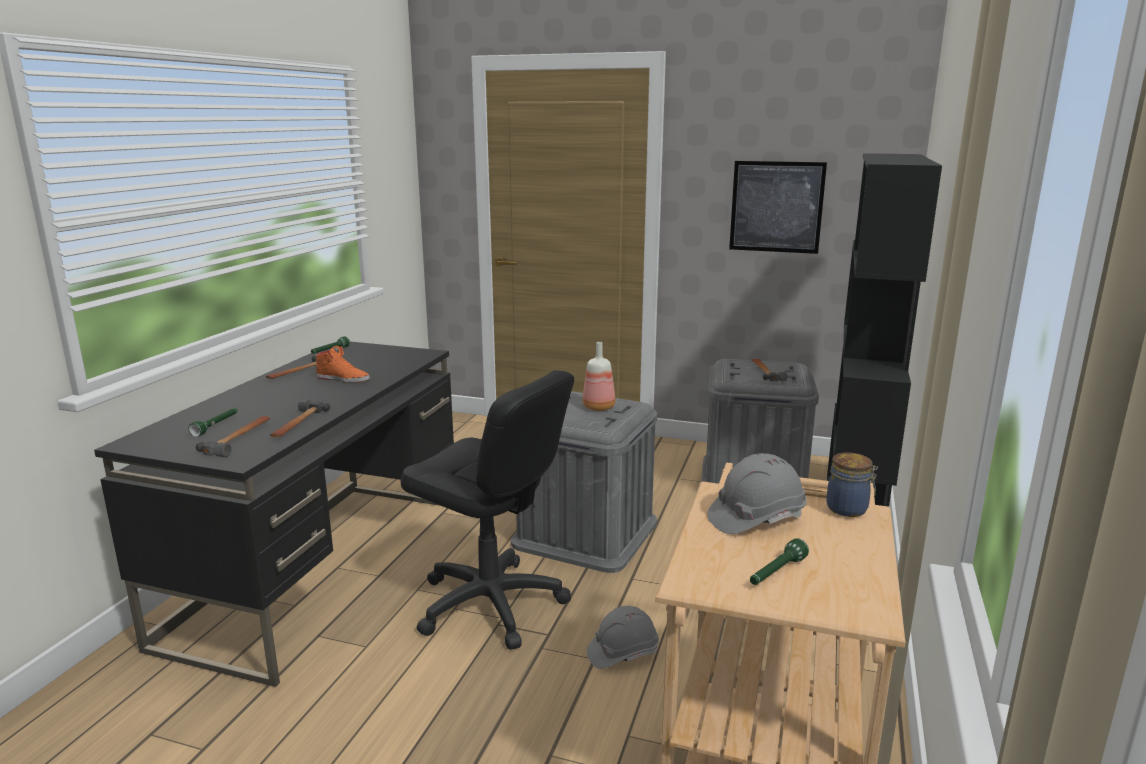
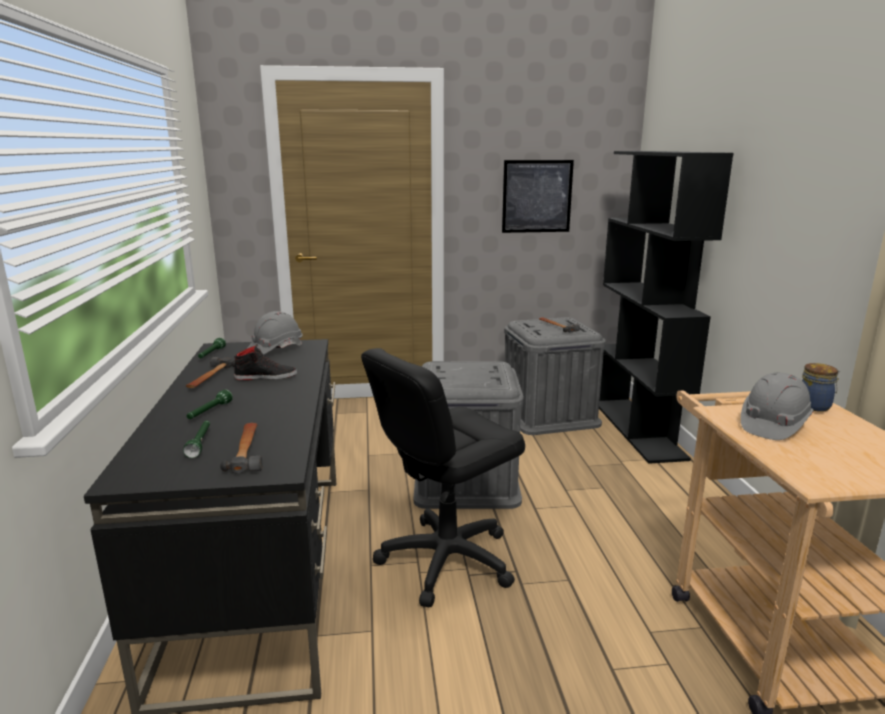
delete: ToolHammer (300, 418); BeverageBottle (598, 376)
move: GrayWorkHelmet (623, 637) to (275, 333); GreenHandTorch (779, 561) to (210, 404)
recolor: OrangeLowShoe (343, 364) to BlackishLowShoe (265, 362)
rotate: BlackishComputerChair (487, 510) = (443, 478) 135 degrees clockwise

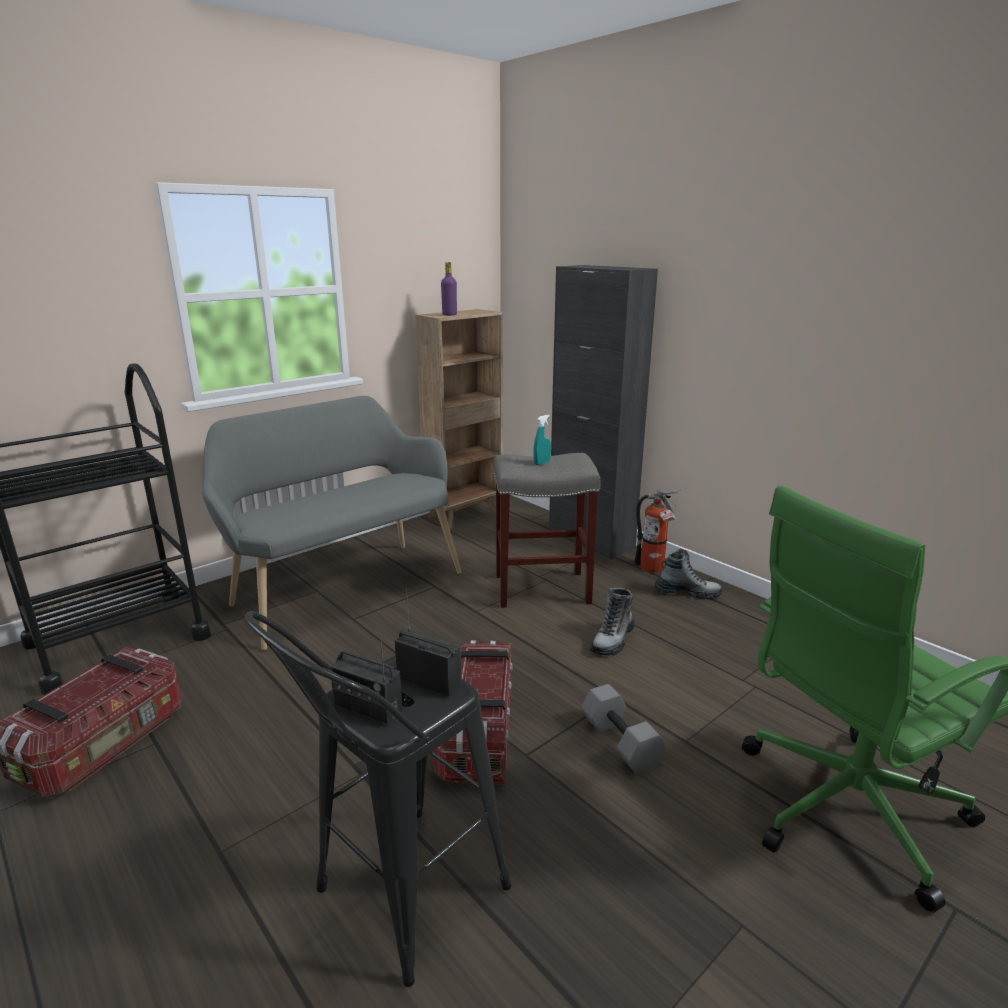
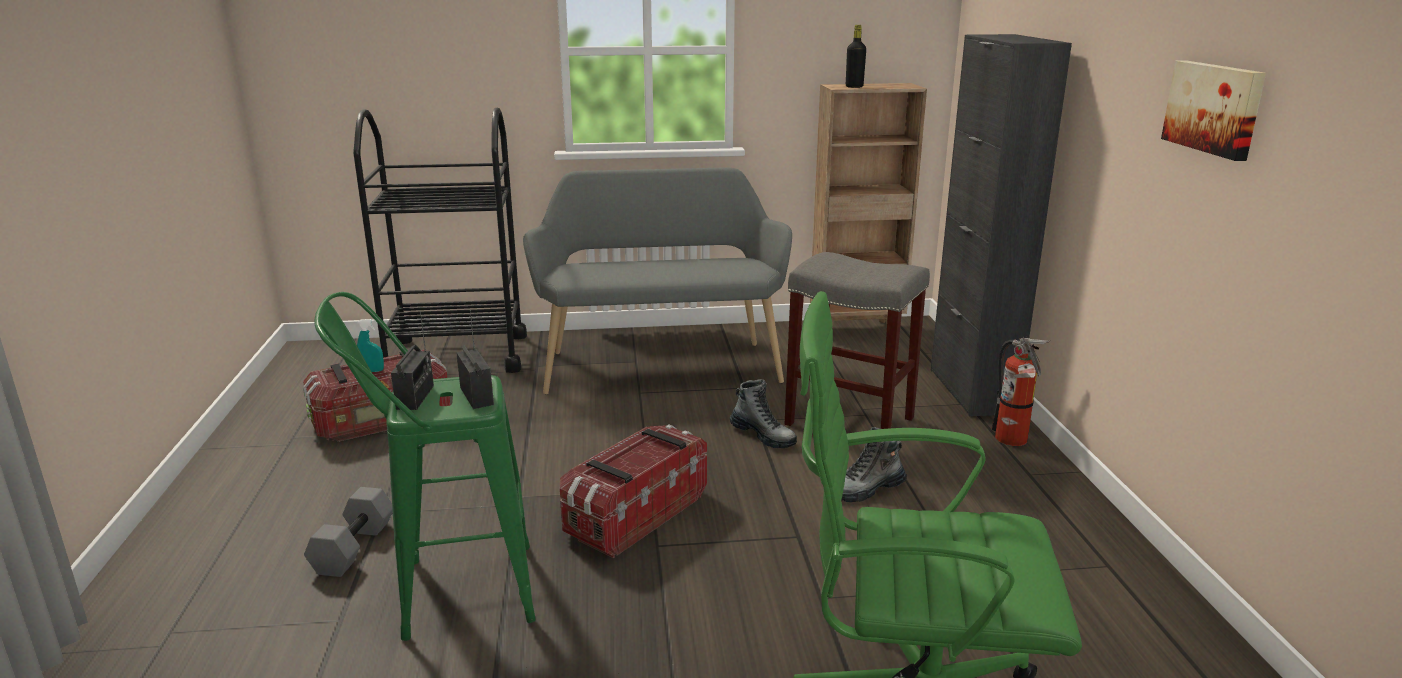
insert: WallArt (1213, 110)
move: TurquoiseSprayer (542, 440) to (370, 345); GrayDumbbell (623, 729) to (348, 532); Boot (688, 574) to (763, 413)
recolor: BlackishStoolSeat (378, 799) to GreenStoolSeat (425, 466); PurpleColouredBeverageBottle (449, 289) to BlackishBeverageBottle (856, 56)
rotate: Radio (366, 679) = (412, 360) 150 degrees counterclockwise

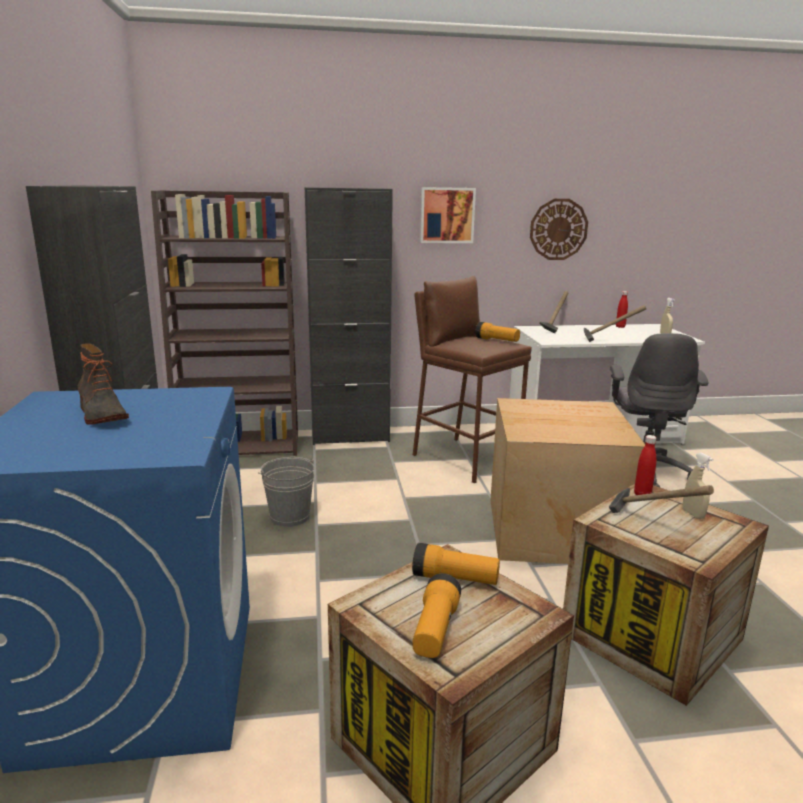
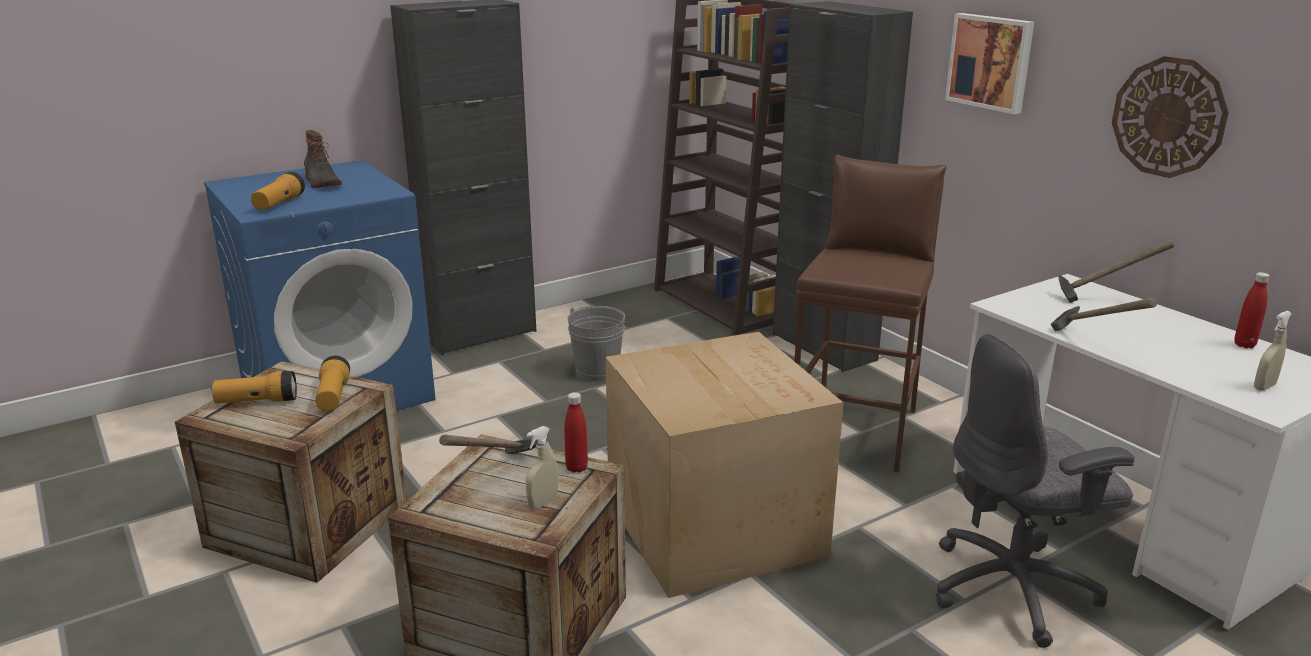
move: HandTorch (497, 332) to (278, 191)
rotate: Boot (103, 384) = (323, 159) 60 degrees counterclockwise

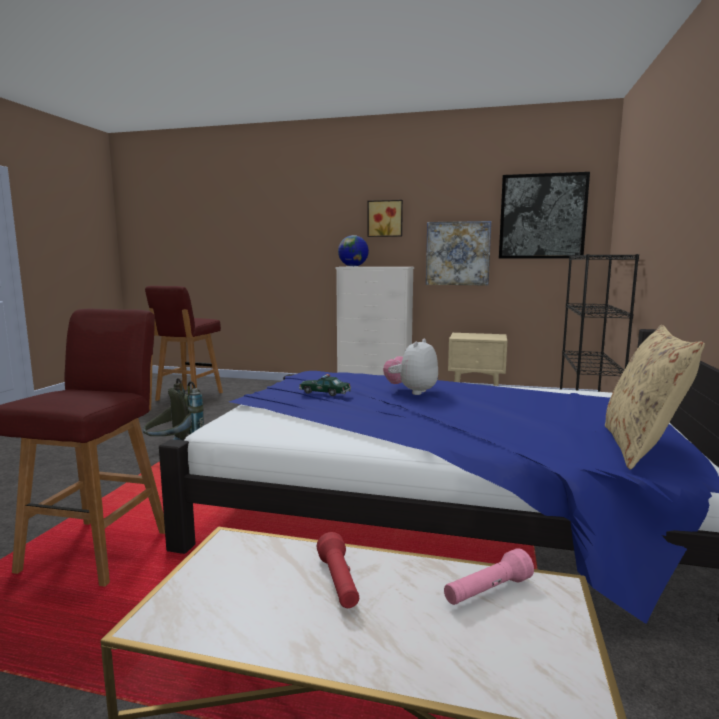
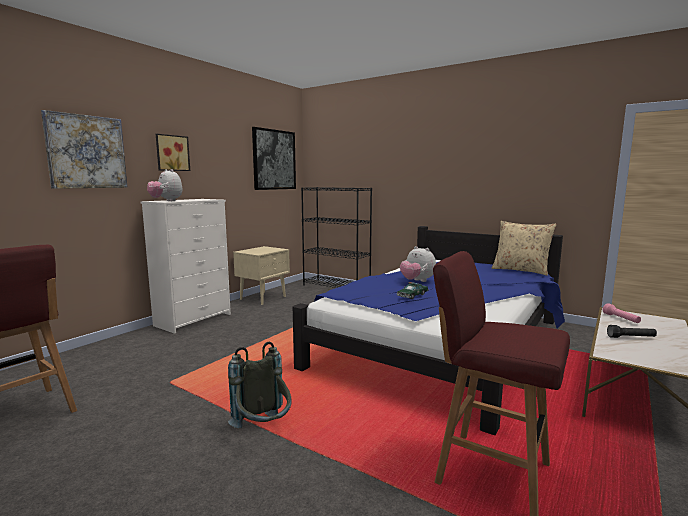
move: WallArt (458, 253) to (84, 149)
replace: WorldGlobe (353, 251) to CuddlyToy (165, 185)
recolor: RedHandTorch (338, 570) to BlackishHandTorch (632, 331)

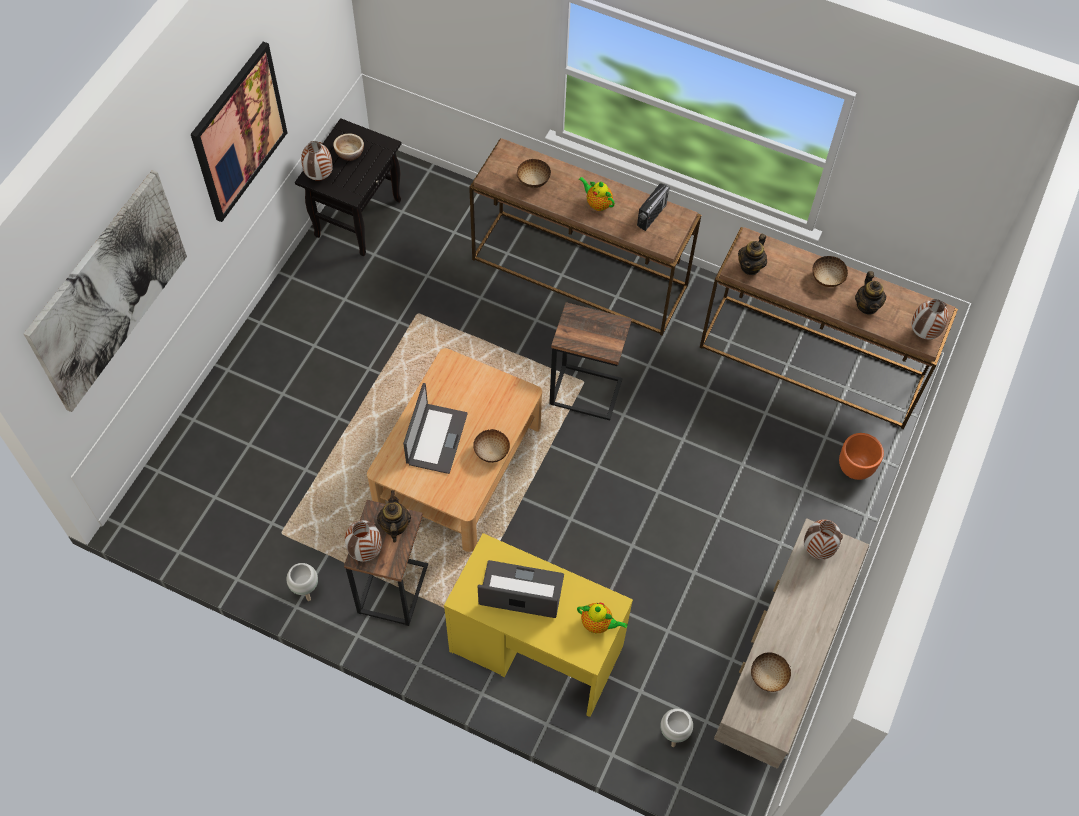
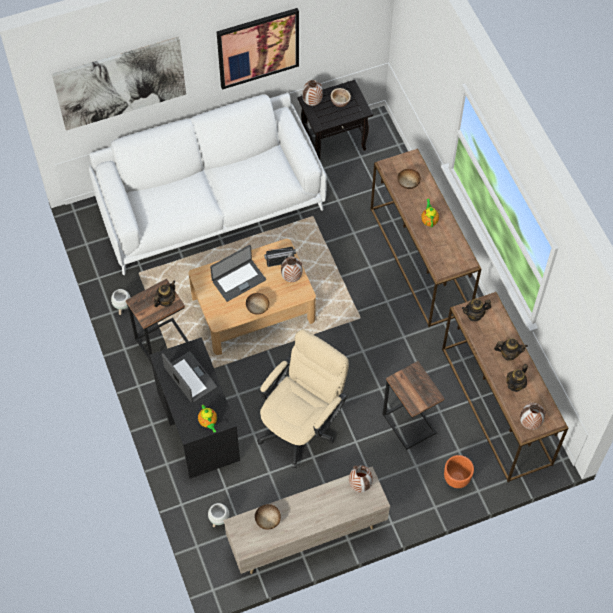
insert: WhitishSettee (208, 184); BeigeColouredComputerChair (303, 398)
move: DecorativeVase (363, 541) to (292, 269); SideTable (590, 361) to (414, 405); Radio (653, 207) to (280, 257)
replace: ServingBowl (830, 271) to PotForTea (511, 349)
recolor: YellowColouredDesk (538, 625) to BlackishDesk (195, 407)

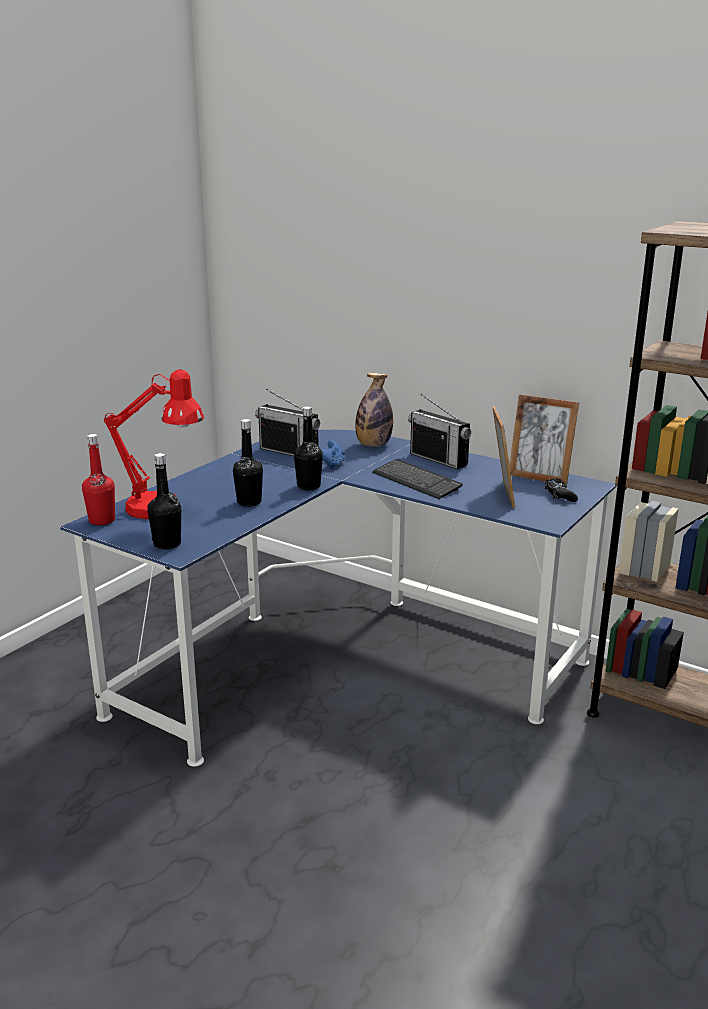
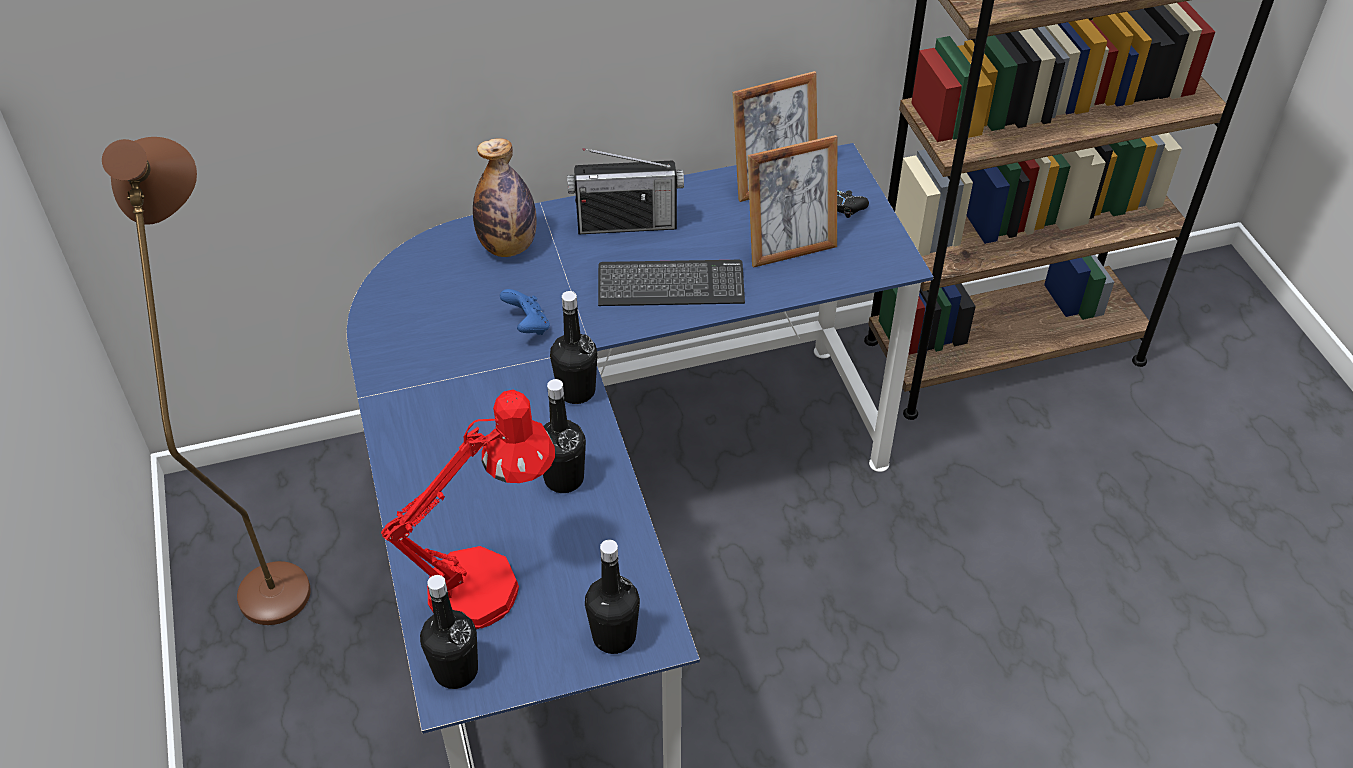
delete: Radio (287, 422)
insert: BrownFloorLamp (206, 381)
recolor: RedBeverageBottle (98, 479) to BlackishBeverageBottle (449, 632)
rotate: PictureFrame (503, 457) = (792, 201) 120 degrees clockwise

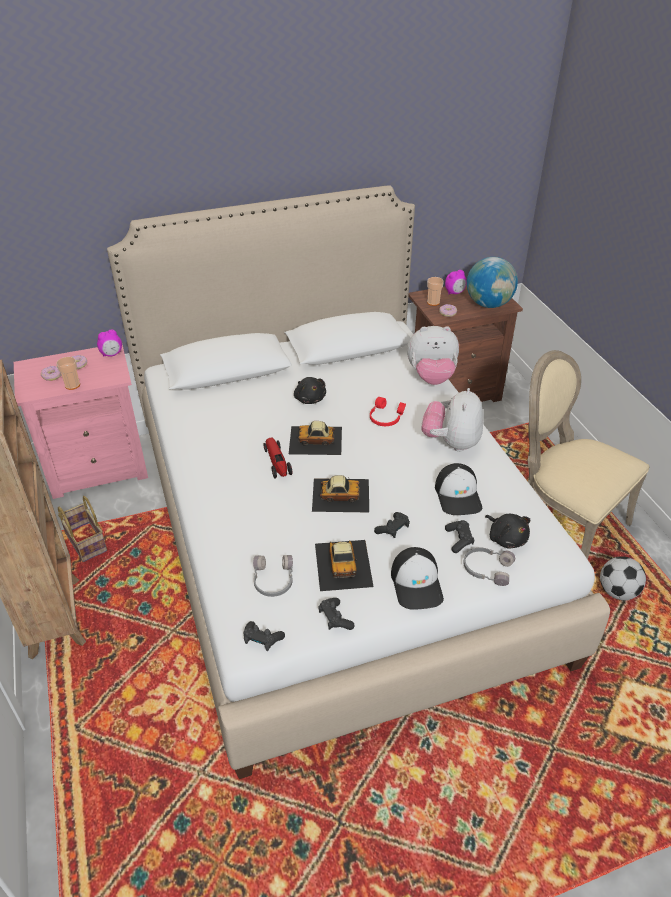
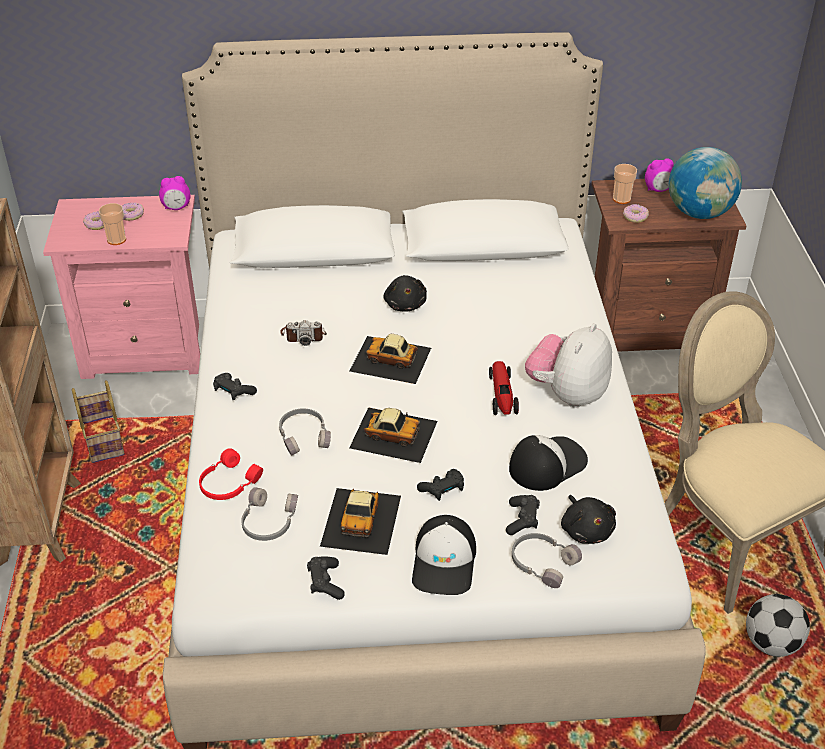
delete: CuddlyToy (433, 355)
insert: GrayHeadset (305, 432); StillCamera (303, 333)
move: BlackishGameController (264, 636) to (235, 387); MiniatureCar (278, 458) to (504, 388); RedHeadset (388, 411) to (231, 474)
rotate: Cap (458, 489) = (548, 463) 135 degrees counterclockwise

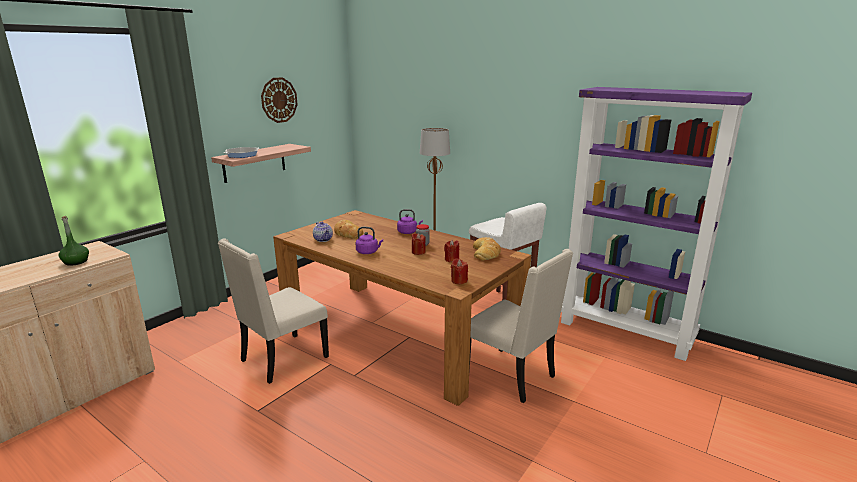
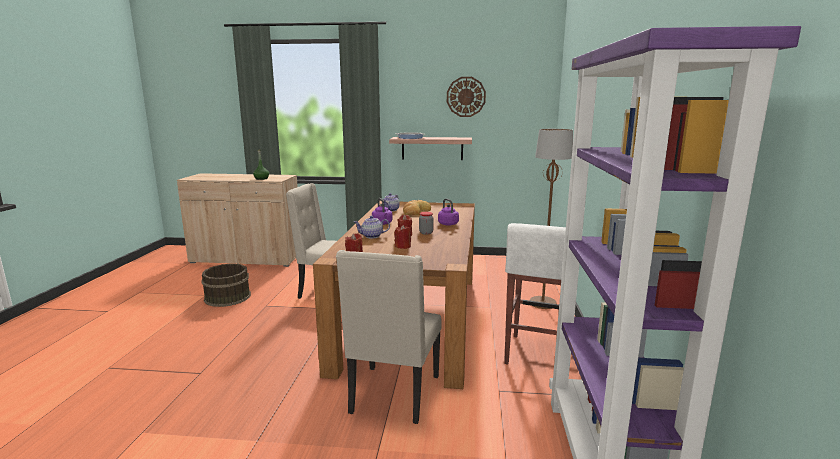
delete: BakedBread (487, 249)
insert: BrownPail (226, 285); PotForTea (372, 227)

